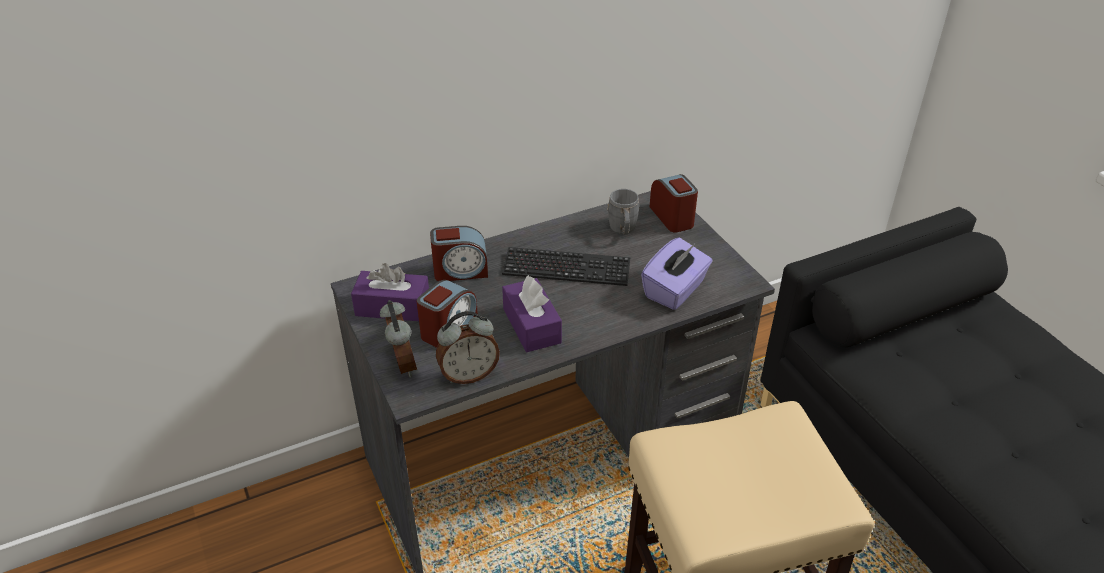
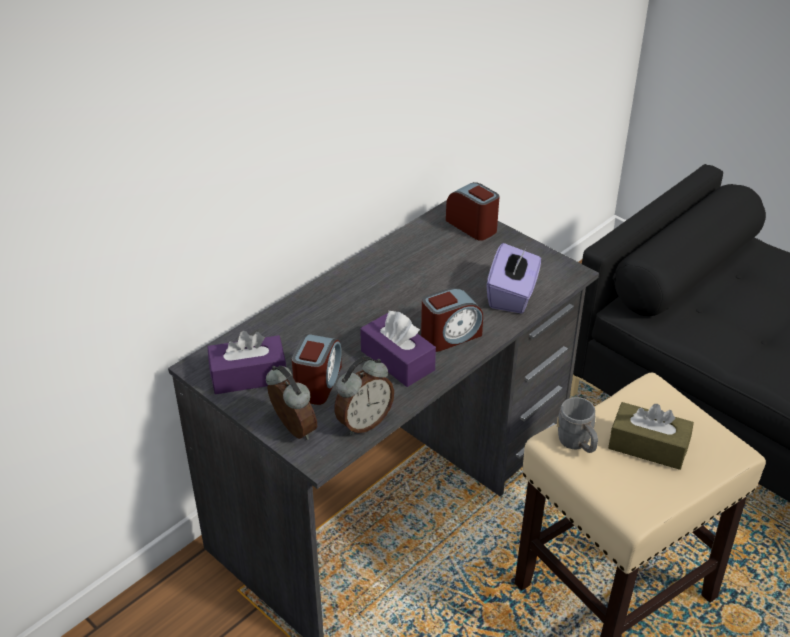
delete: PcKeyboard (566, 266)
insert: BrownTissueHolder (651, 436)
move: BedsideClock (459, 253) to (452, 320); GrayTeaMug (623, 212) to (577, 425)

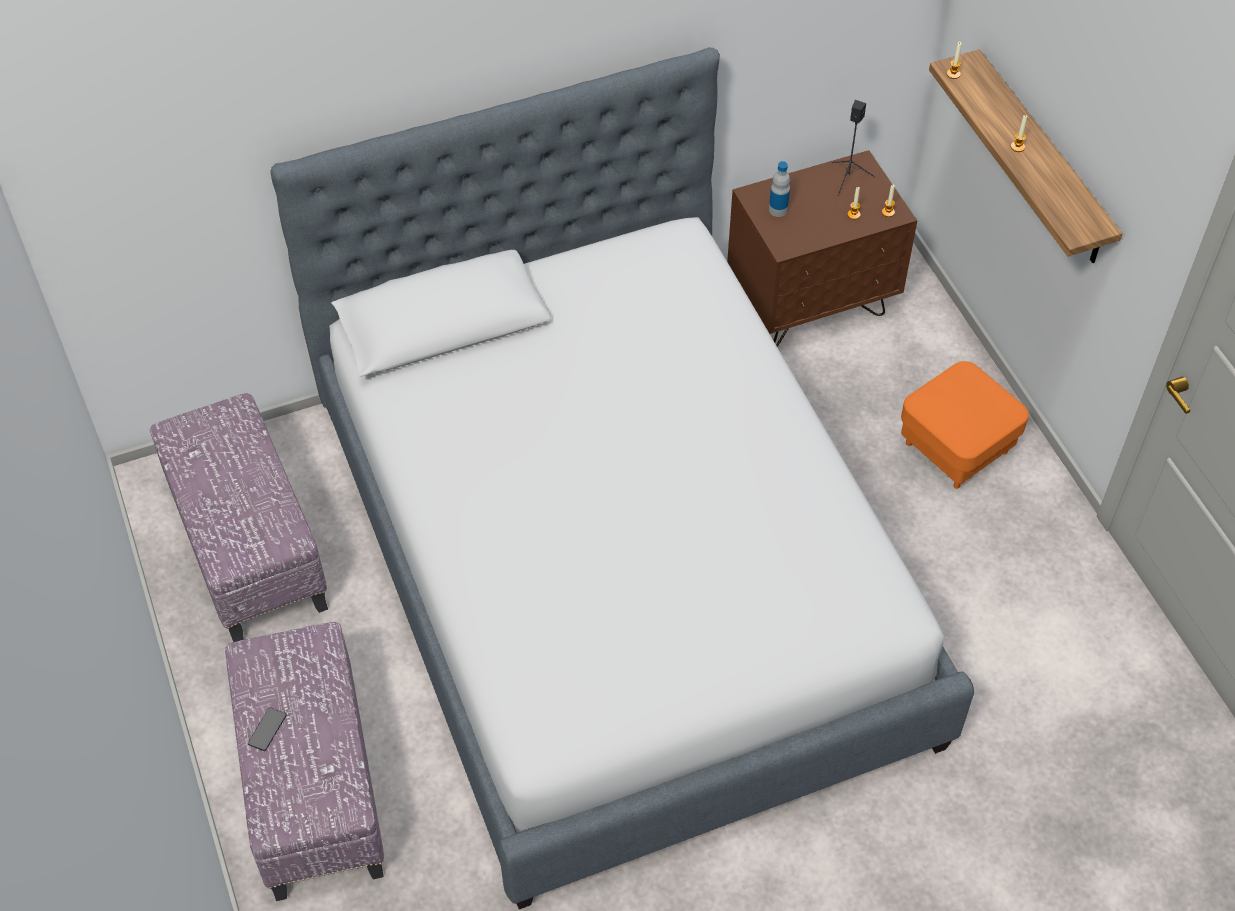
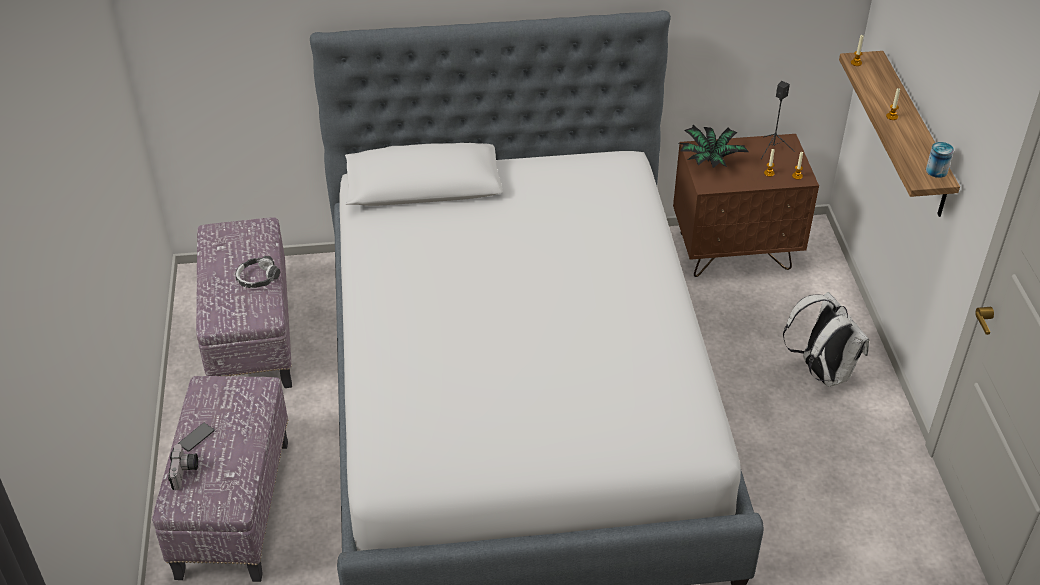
insert: StillCamera (183, 467); Headset (258, 272); MetalCan (940, 160)
replace: BeverageBottle (779, 189) to Houseplant (713, 146); OrangeFootrest (965, 425) to WhitishBackpack (826, 339)

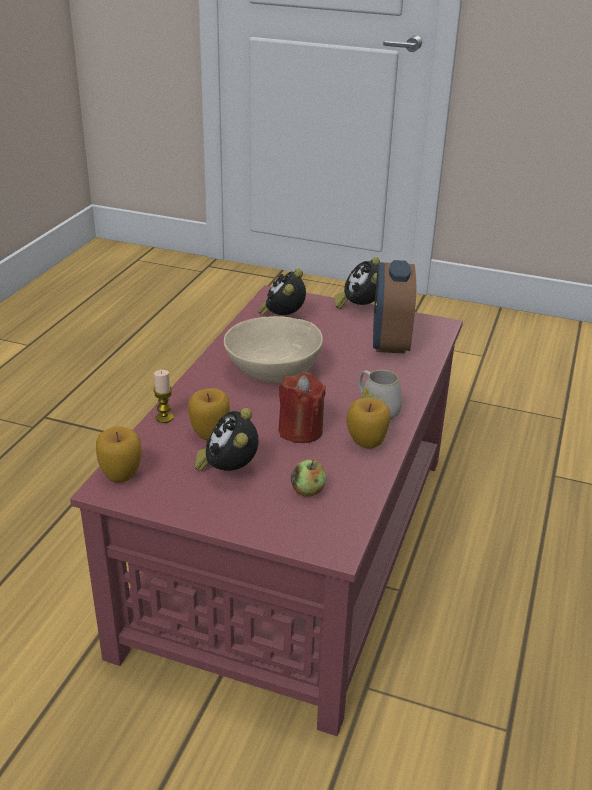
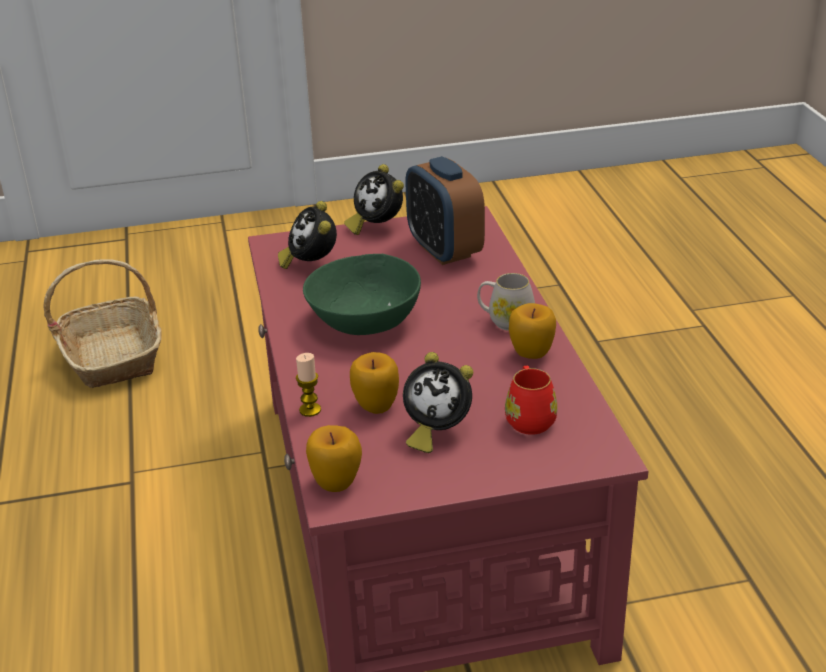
delete: RedWaxLight (302, 407)
insert: Basket (102, 323)
replace: AppleFruit (308, 478) to RedTeaMug (531, 400)
recolor: BeigeColouredServingBowl (273, 349) to GreenServingBowl (362, 294)
rotate: BedsideClock (226, 439) = (438, 402) 45 degrees counterclockwise

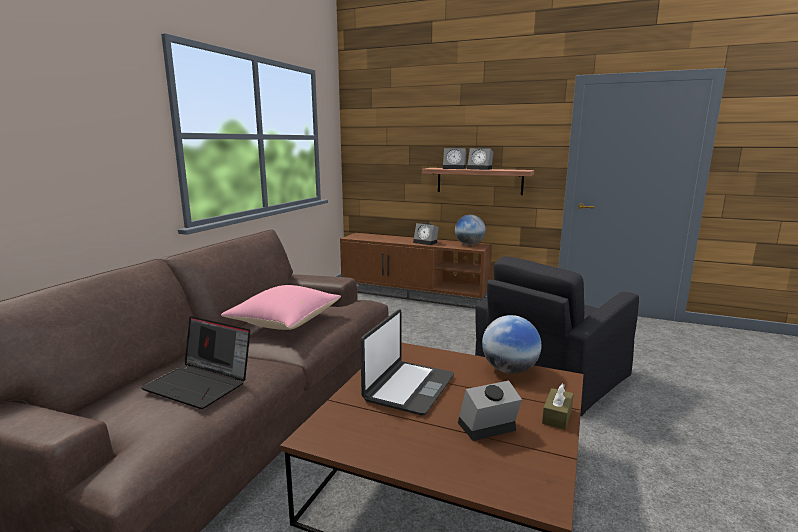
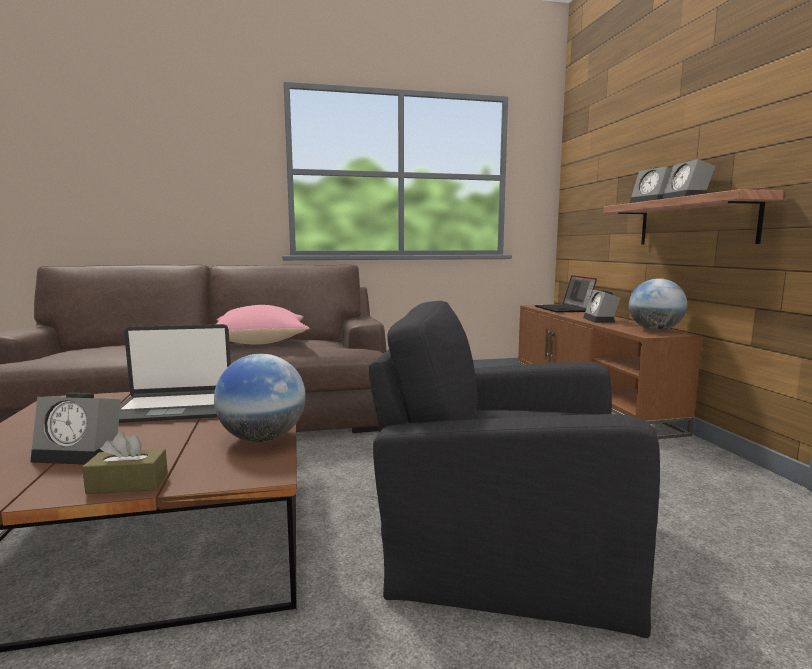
move: NotebookComputer (195, 362) to (566, 294)
rotate: BedsideClock (490, 411) = (75, 429) 150 degrees clockwise

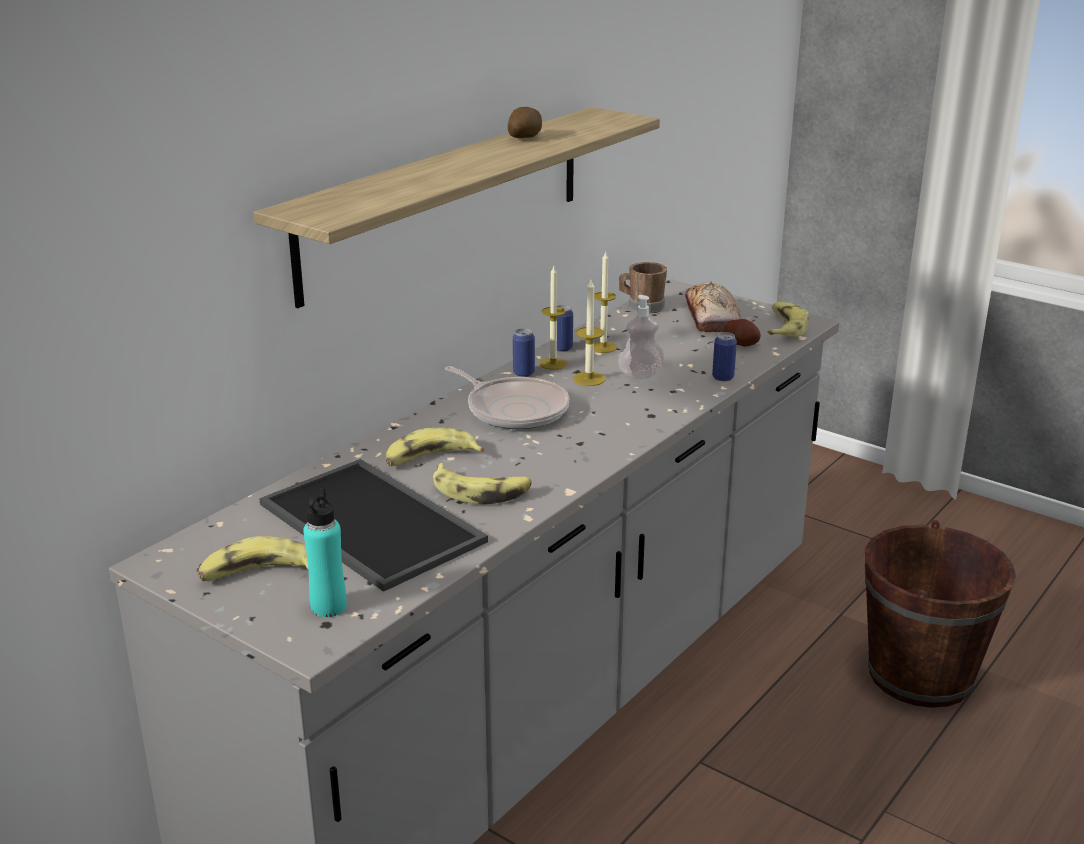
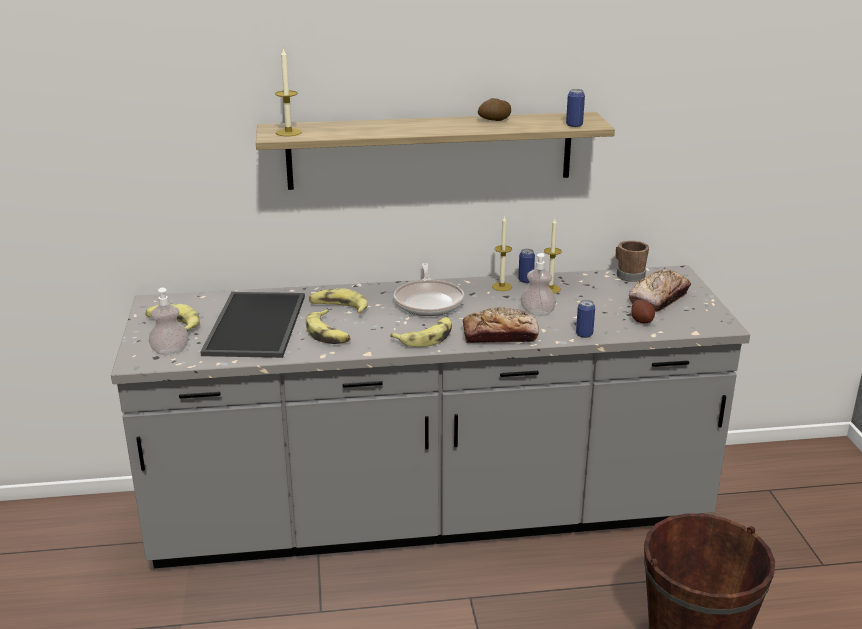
insert: BakedBread (501, 325)
move: MetalCan (524, 352) to (575, 108); WaxLight (589, 333) to (288, 92); BananaFruit (788, 319) to (421, 332)
replace: TurquoiseBeverageBottle (325, 552) to SoapDispenser (169, 321)

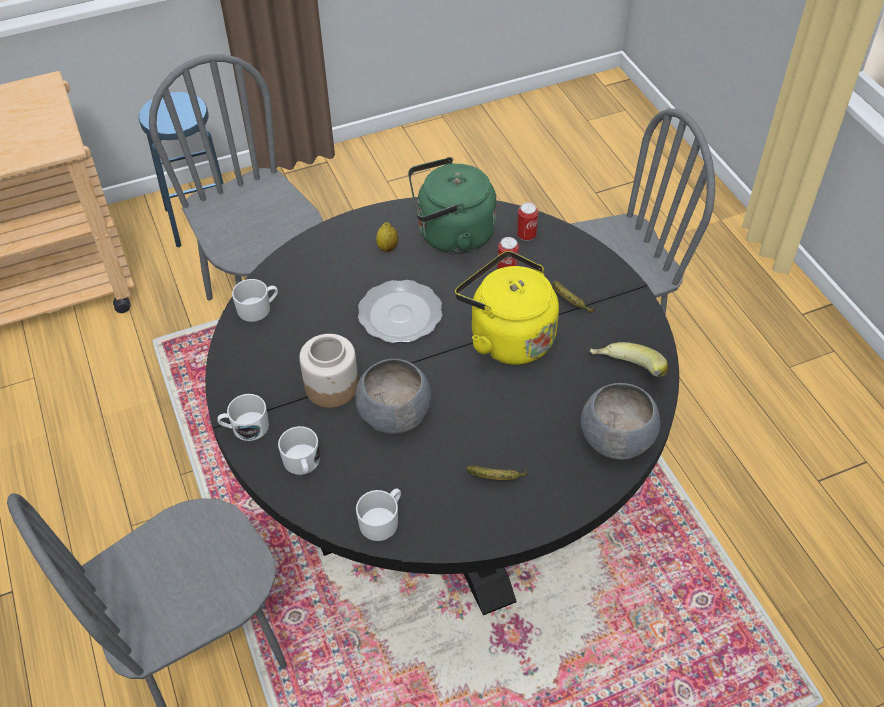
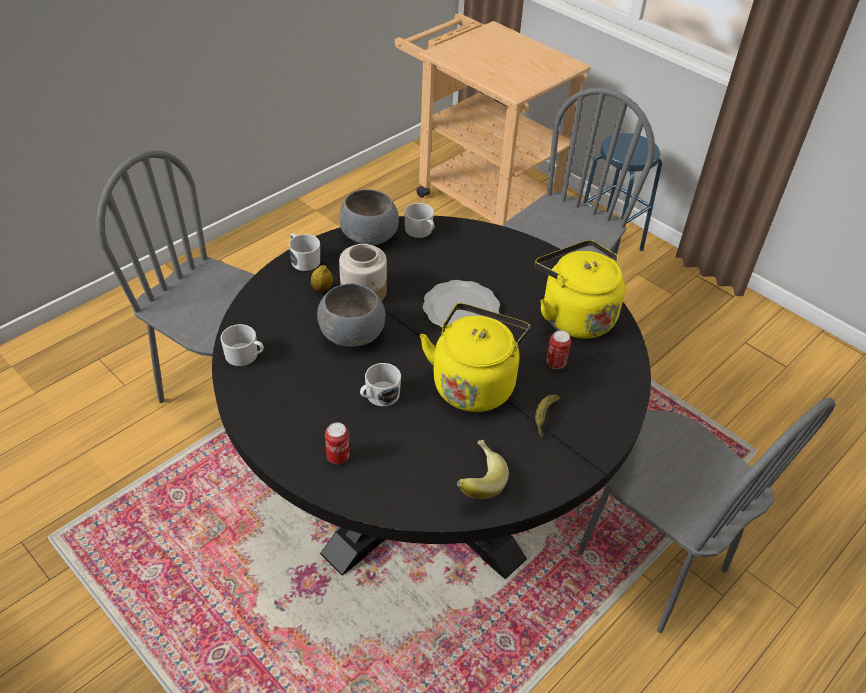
delete: BananaFruit (497, 473)
move: WhitishTeaMug (299, 450) to (380, 384); WholeLemon (387, 237) to (322, 278); MetalCan (527, 221) to (337, 443); GrayServingBowl (620, 421) to (369, 217)
recolor: GreenWaterKettle (452, 205) to YellowColouredWaterKettle (580, 289)

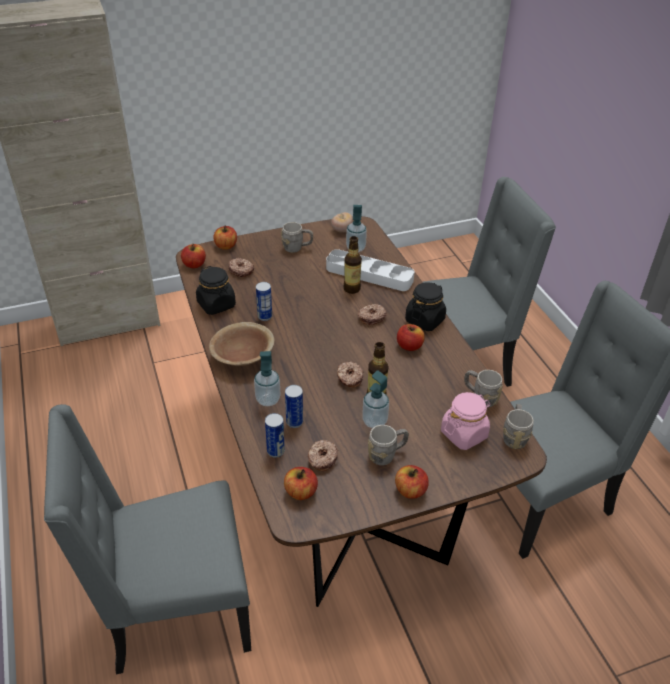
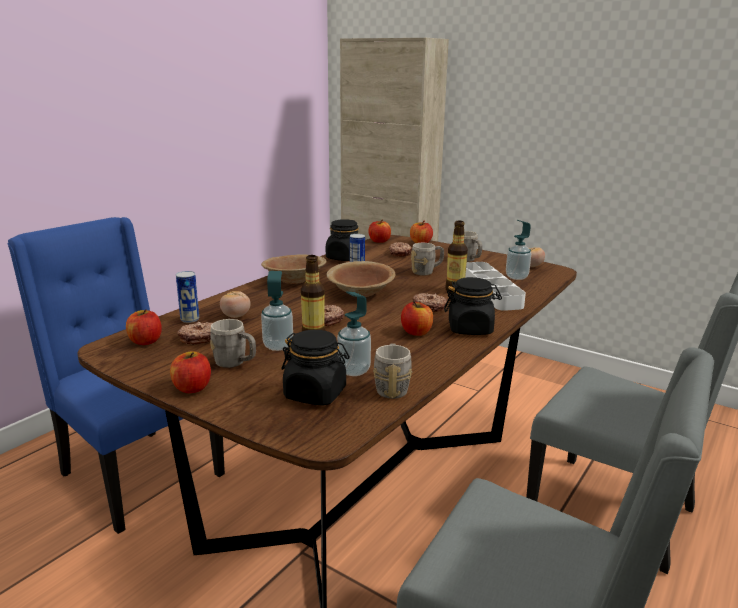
insert: BrownServingBowl (361, 279)
move: SoapDispenser (267, 378) to (354, 333); GrayTeaMug (518, 426) to (427, 259)
replace: MetalCan (294, 406) to WholeTomato (235, 304)
recolor: GrayUprightChair (147, 539) to BlueUprightChair (116, 375); PinkishJar (465, 421) to BlackishJar (316, 368)

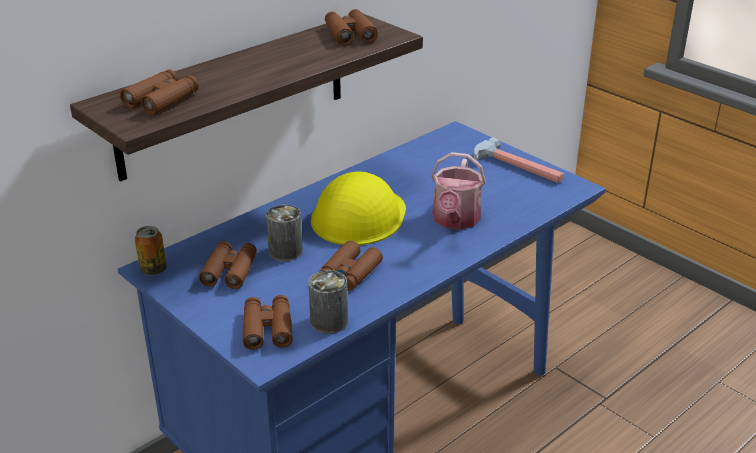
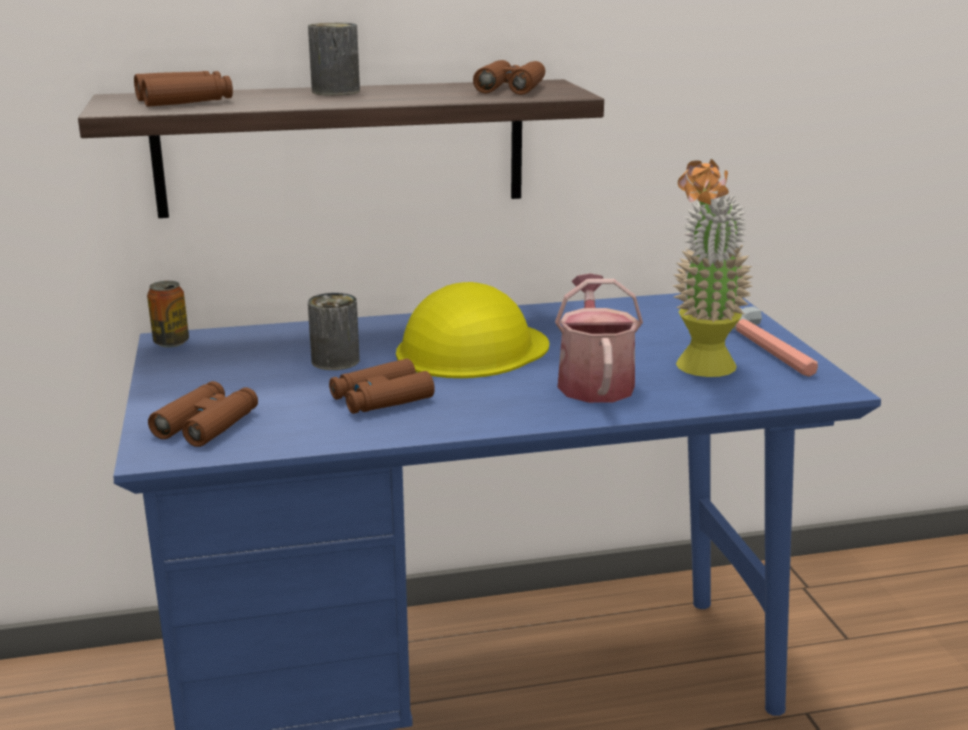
delete: BrownFieldGlasses (228, 265)
insert: Houseplant (713, 268)
move: MetalCan (328, 302) to (334, 59)
rotate: WateringPot (458, 191) = (599, 338) 135 degrees clockwise

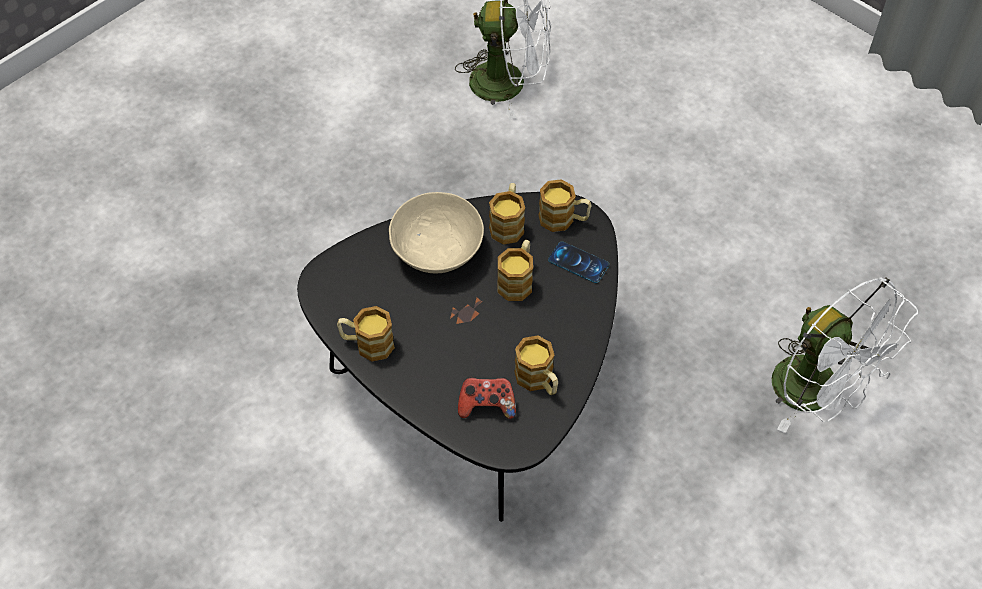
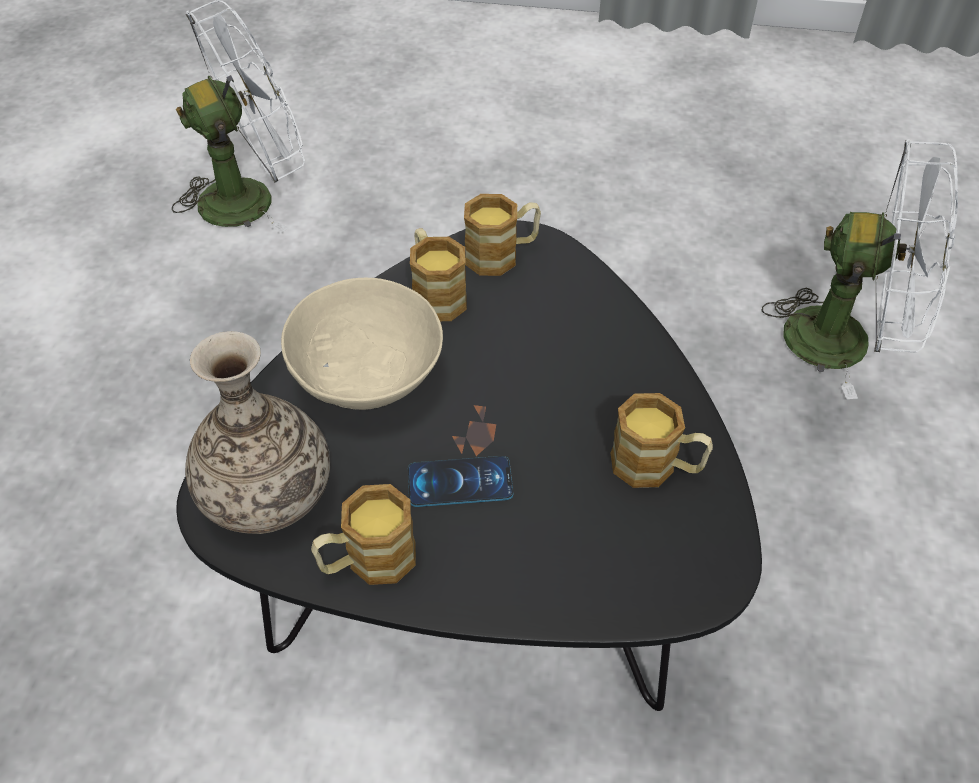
delete: GameController (487, 397); TeaMug (515, 270)
insert: DecorativeVase (257, 432)
move: Telephone (578, 262) to (460, 481)

